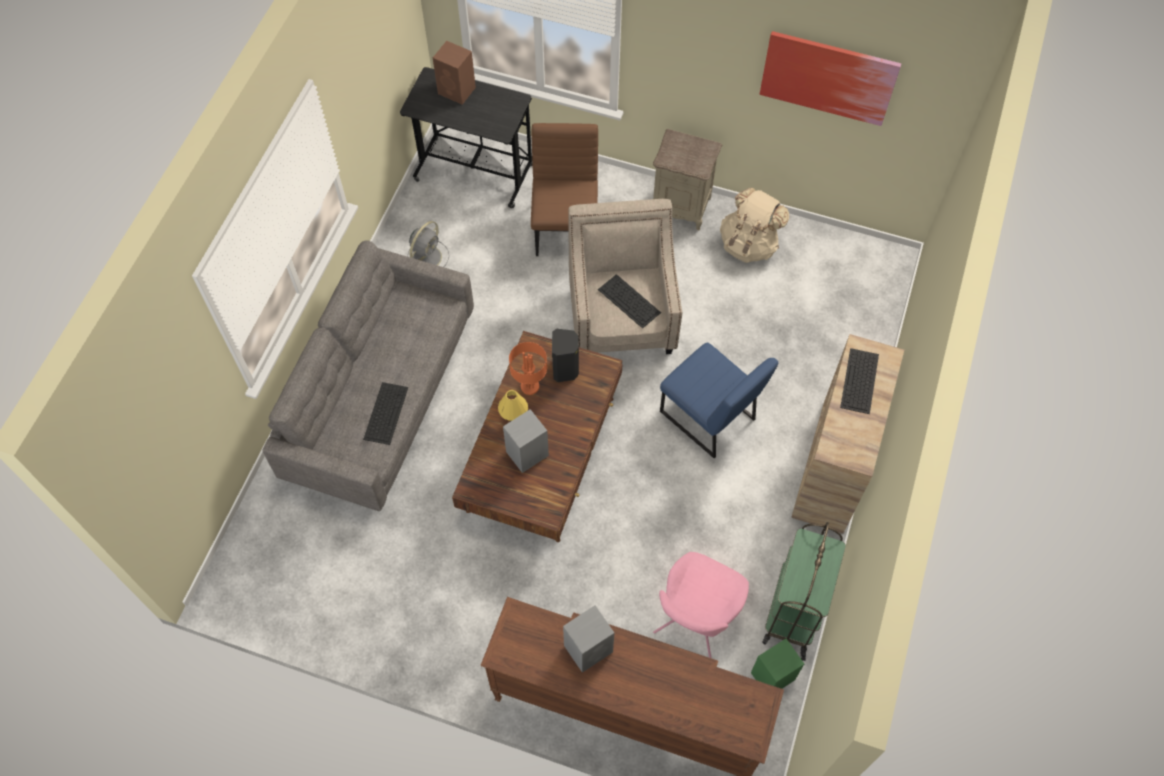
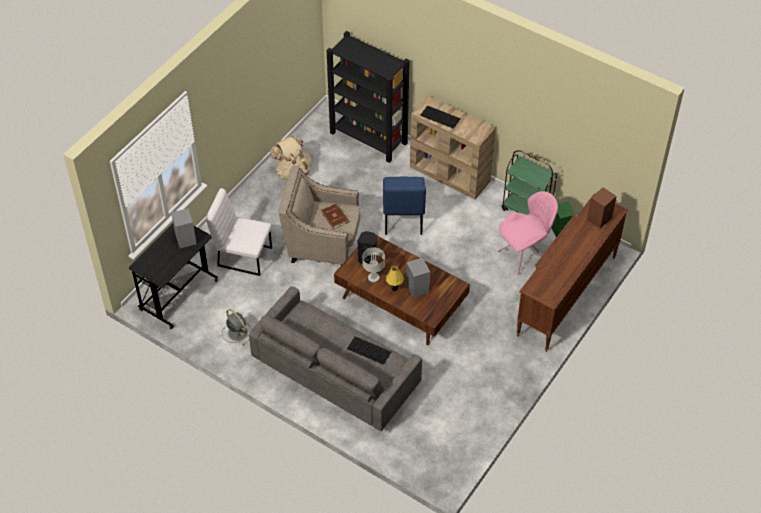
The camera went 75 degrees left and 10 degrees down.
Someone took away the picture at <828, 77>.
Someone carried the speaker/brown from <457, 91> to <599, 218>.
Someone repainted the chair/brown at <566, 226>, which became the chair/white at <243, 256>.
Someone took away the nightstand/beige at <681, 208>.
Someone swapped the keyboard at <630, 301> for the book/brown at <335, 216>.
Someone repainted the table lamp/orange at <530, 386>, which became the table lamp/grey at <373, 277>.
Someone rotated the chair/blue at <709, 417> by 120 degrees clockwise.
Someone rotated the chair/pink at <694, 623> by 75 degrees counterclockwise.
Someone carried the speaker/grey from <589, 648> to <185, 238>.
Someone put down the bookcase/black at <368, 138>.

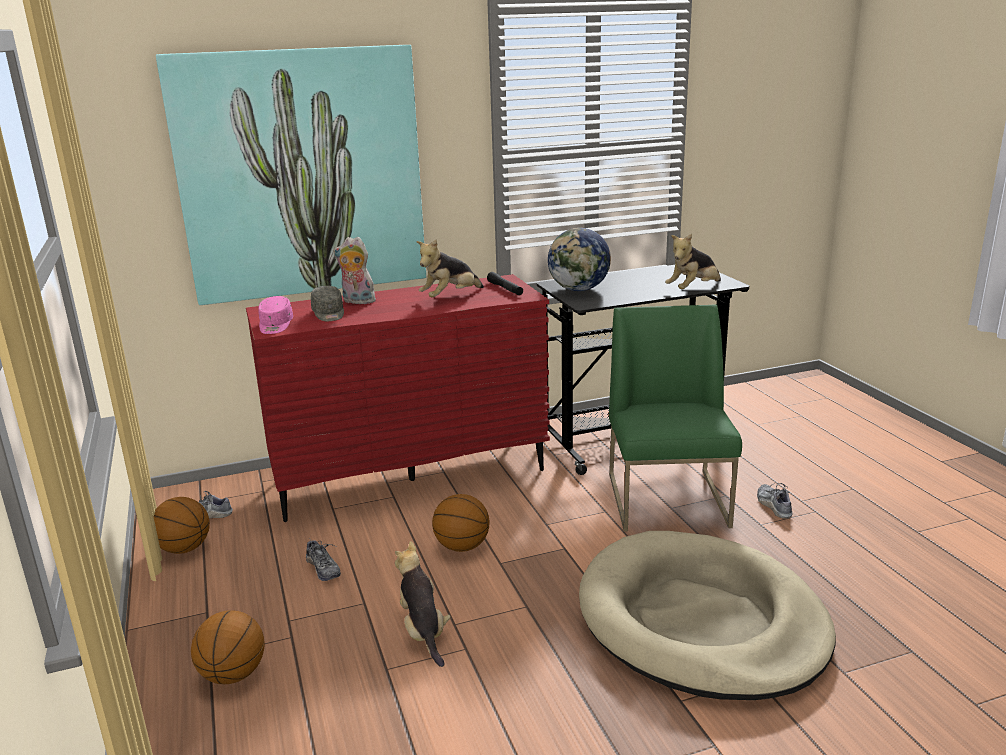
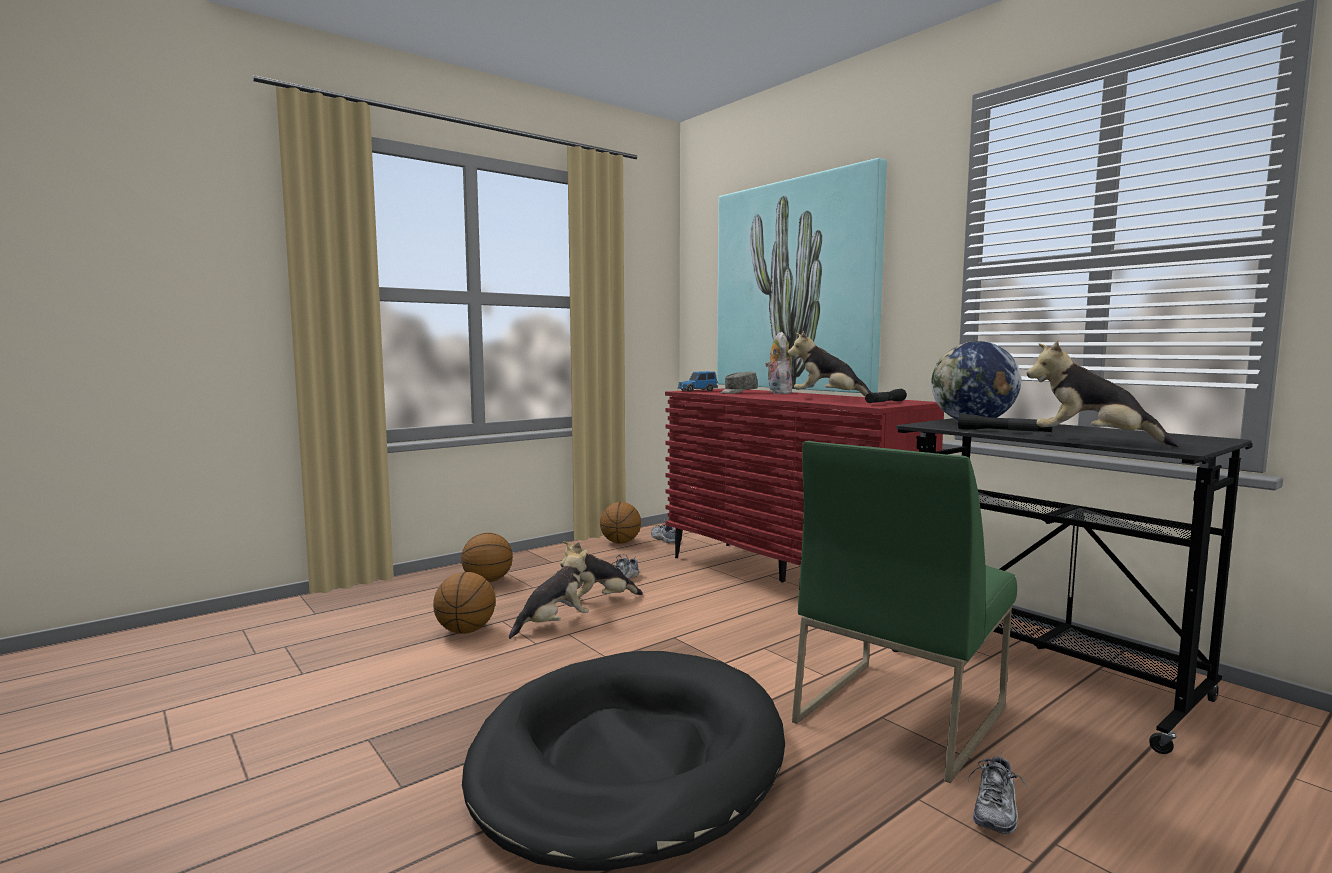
The camera went 70 degrees right and 15 degrees down.
Someone swapped the cap/pink at <275, 325> for the toy car at <697, 391>.
Someone rotated the chair/green at <668, 500> by 150 degrees clockwise.
Someone rotated the shoe at <774, 506> by 150 degrees clockwise.
Someone carried the basketball from <462, 546> to <466, 631>.
Someone repainted the dog bed/beige at <701, 621>, which became the dog bed/black at <629, 760>.
Someone put down the flashlight/black at <1004, 431>.
Someone put down the plush toy at <599, 601>.

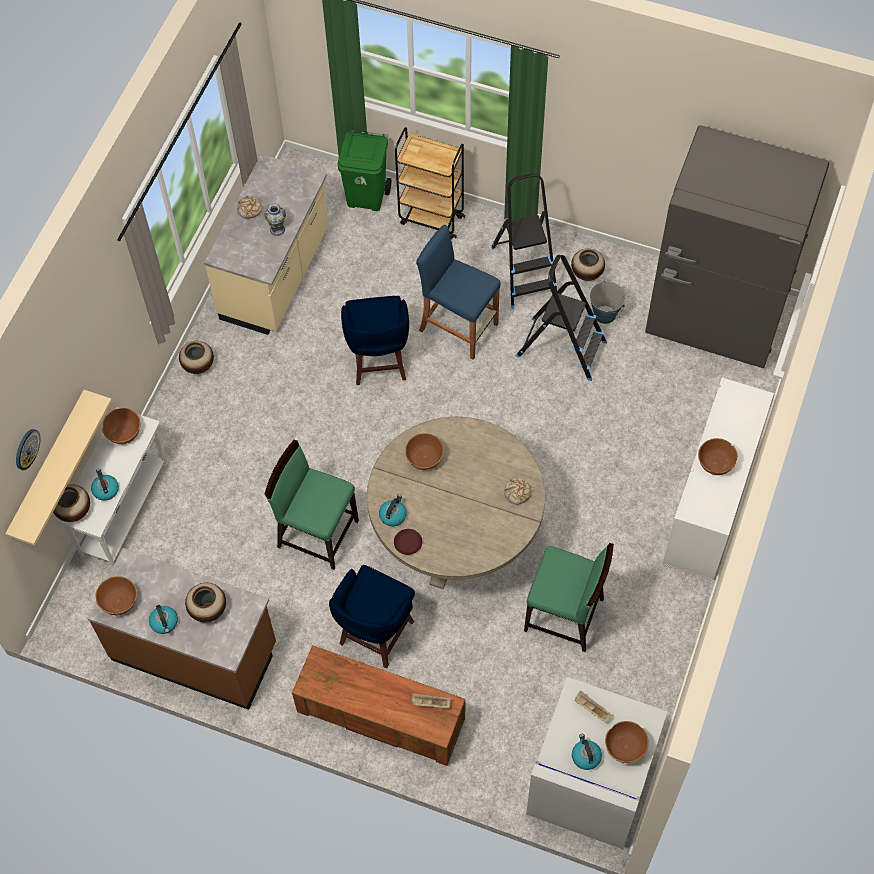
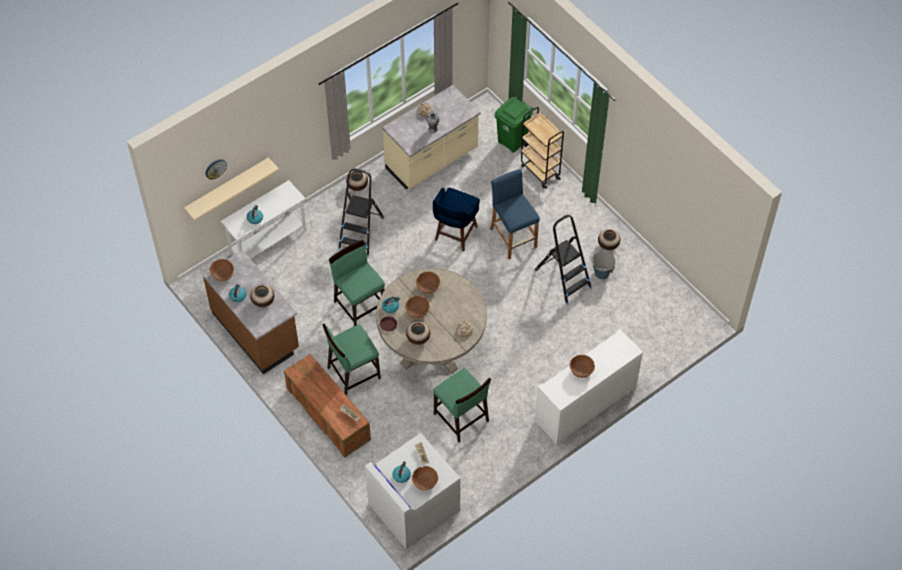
The camera went 30 degrees right and 5 degrees down.
Someone took away the fridge/grey at <715, 317>.
Someone carried the step ladder/black from <524, 272> to <361, 233>.
Someone carried the bowl/brown from <124, 433> to <417, 312>.
Someone carried the vase from <74, 511> to <418, 339>.
Someone swapped the stool/blue at <374, 635> for the chair/green at <353, 373>.

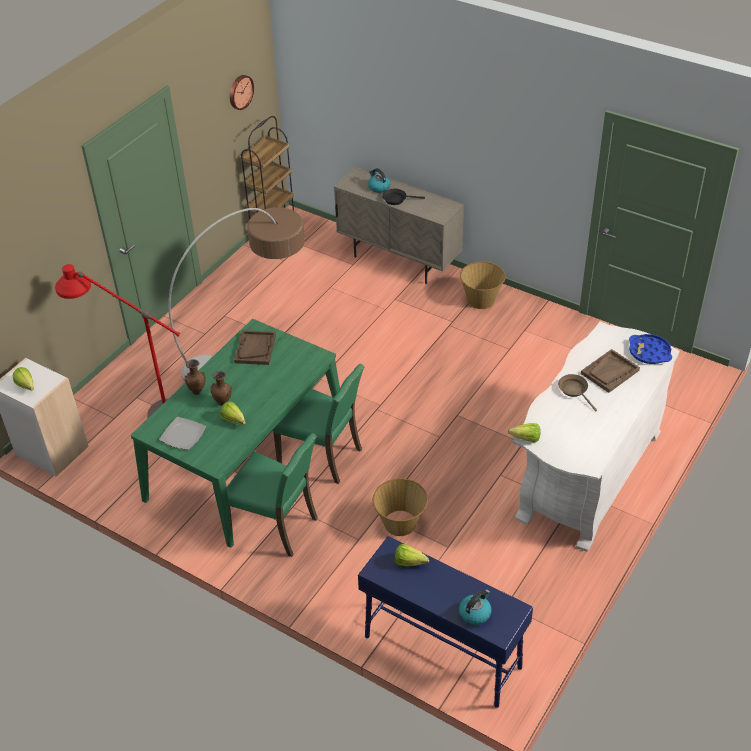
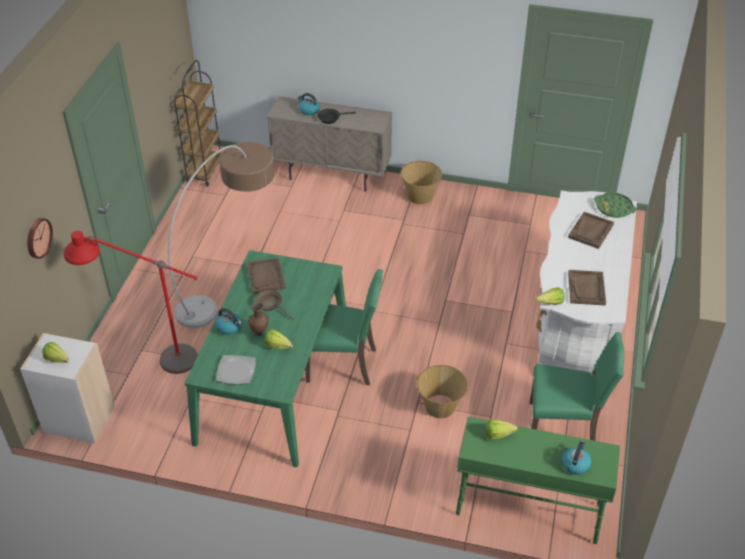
The camera went 20 degrees left and 0 degrees up.
Someone carried the wall clock from <240, 92> to <37, 238>.
Someone repainted the tray/blue at <649, 352>, which became the tray/green at <614, 208>.
Someone swapped the vase/brown at <197, 391> for the kettle at <229, 327>.
Someone carried the frying pan/brown from <574, 390> to <271, 304>.
Someone carried the chair/green from <276, 526> to <564, 428>.
Someone repainted the console table/blue at <442, 651>, which became the console table/green at <528, 508>.
Someone put down the tray/brown at <586, 289>.

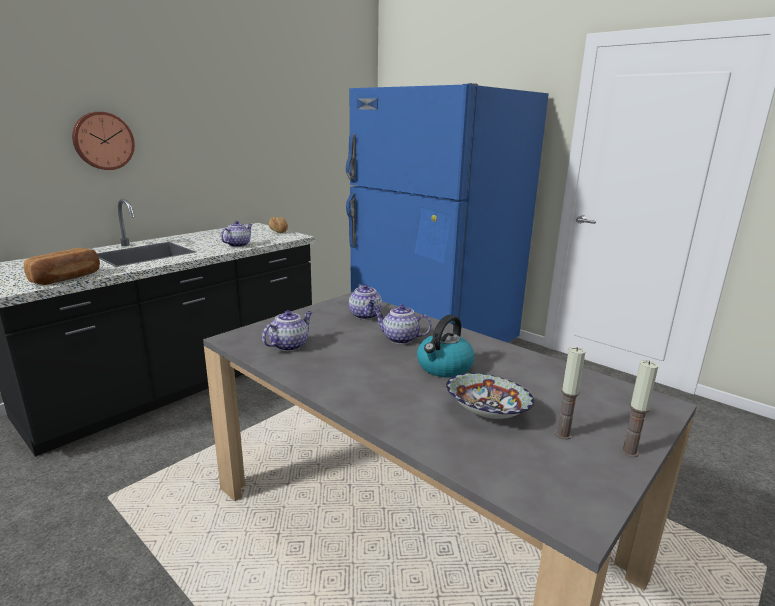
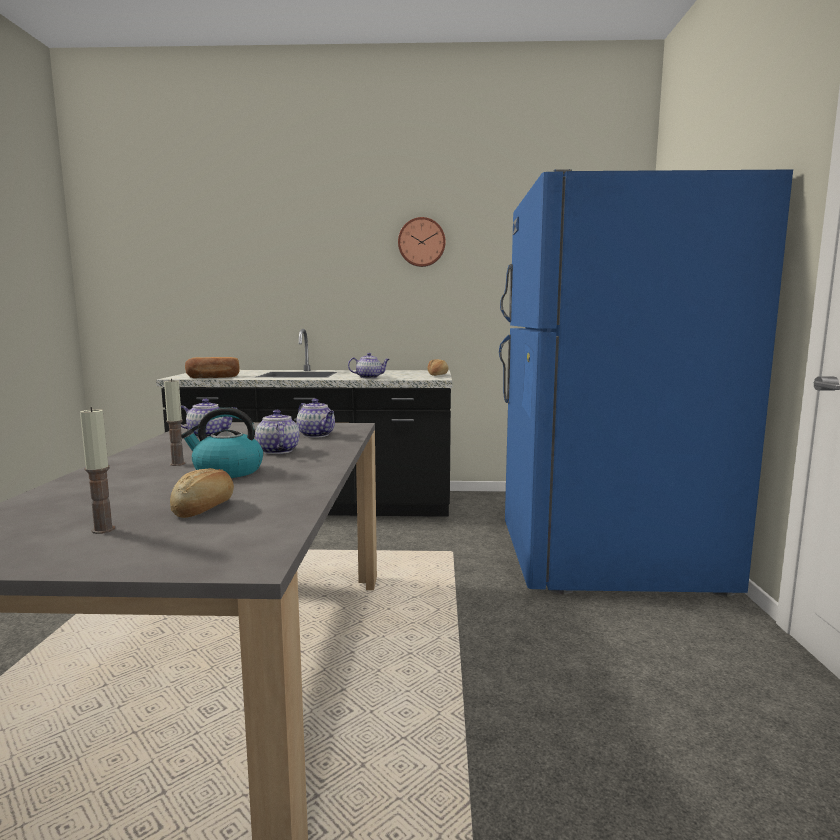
The camera went 50 degrees right and 10 degrees down.
Someone carried the wall clock from <103, 141> to <421, 242>.
Someone rotated the teapot at <366, 315> by 75 degrees counterclockwise.
Someone carried the candle from <629, 452> to <177, 464>.
Someone took away the bowl at <486, 413>.
Someone put down the bread at <205, 508>.

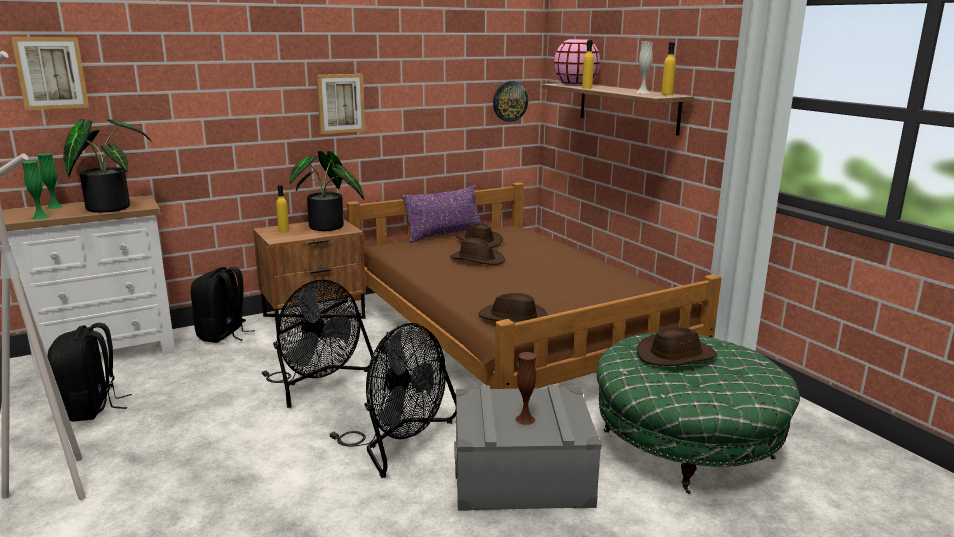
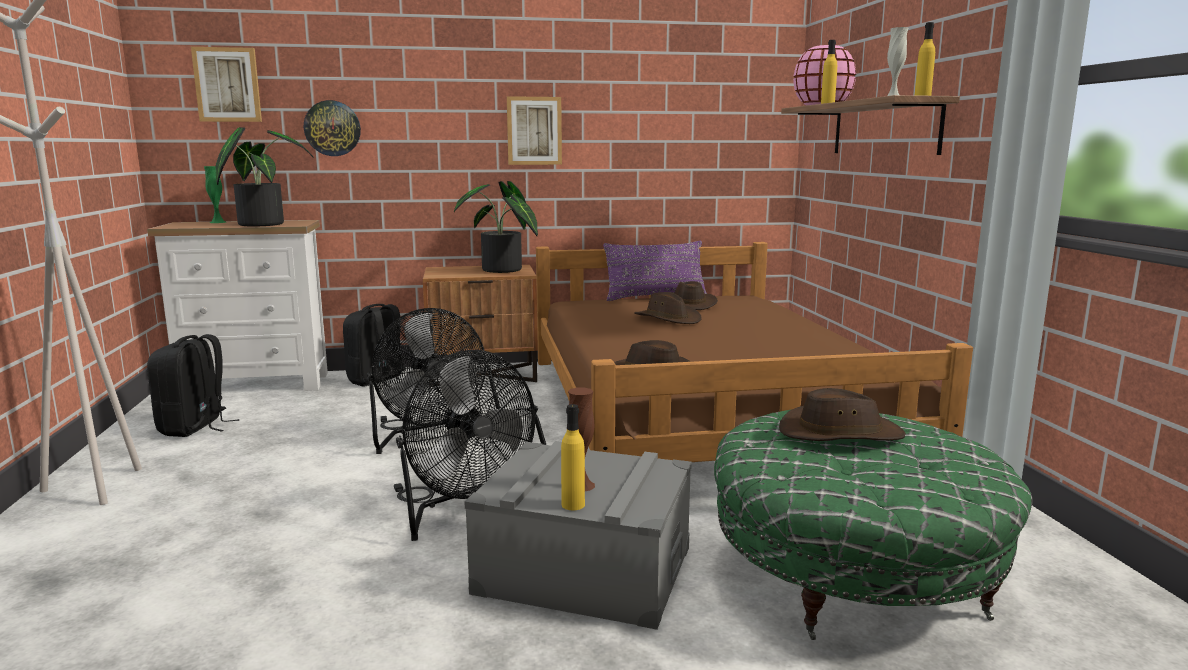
The camera went 20 degrees right and 5 degrees down.
Someone carried the wall clock from <510, 101> to <332, 128>.
Someone took away the vase/green at <40, 217>.
Someone carried the bottle/yellow from <283, 230> to <573, 505>.

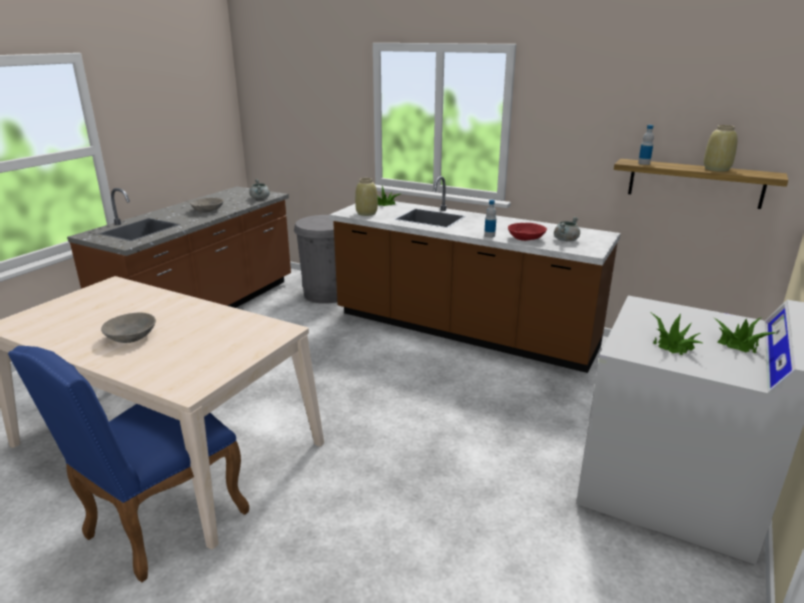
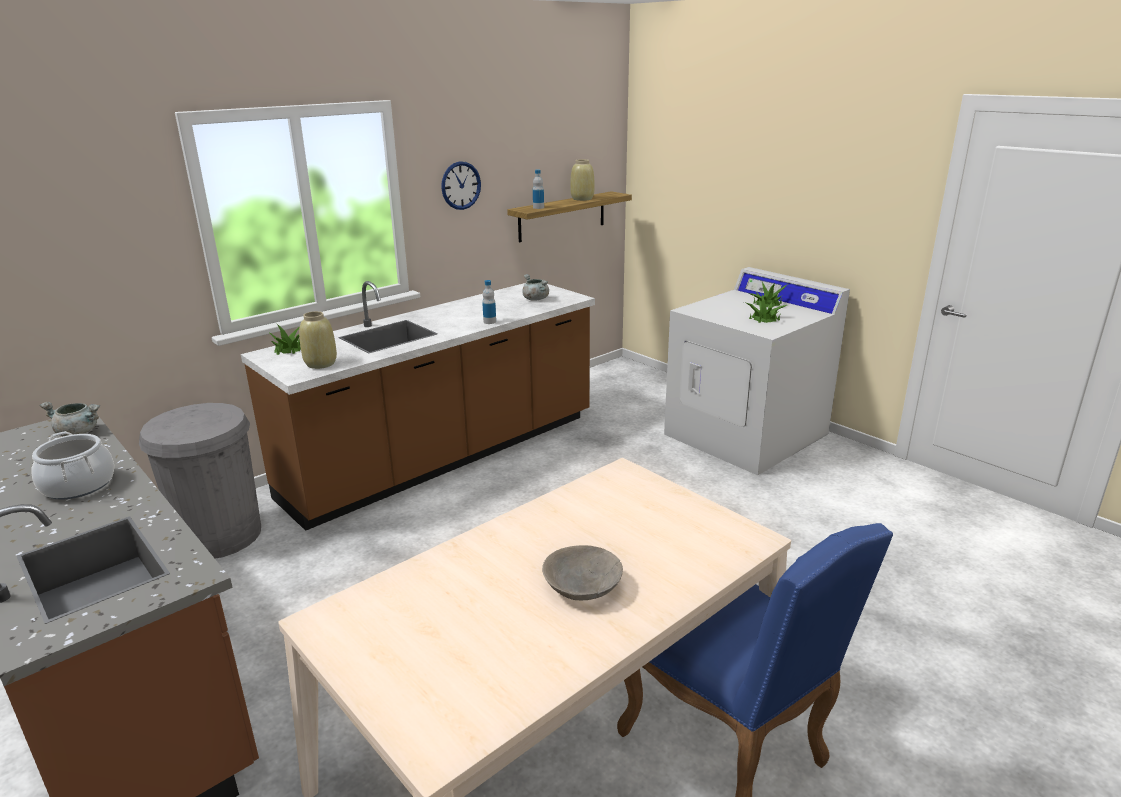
The camera went 70 degrees left and 0 degrees up.
Someone swapped the bowl/grey at <208, 210> for the cooking pot at <78, 485>.
Someone took away the bowl/red at <526, 238>.
Someone put up the wall clock at <461, 185>.

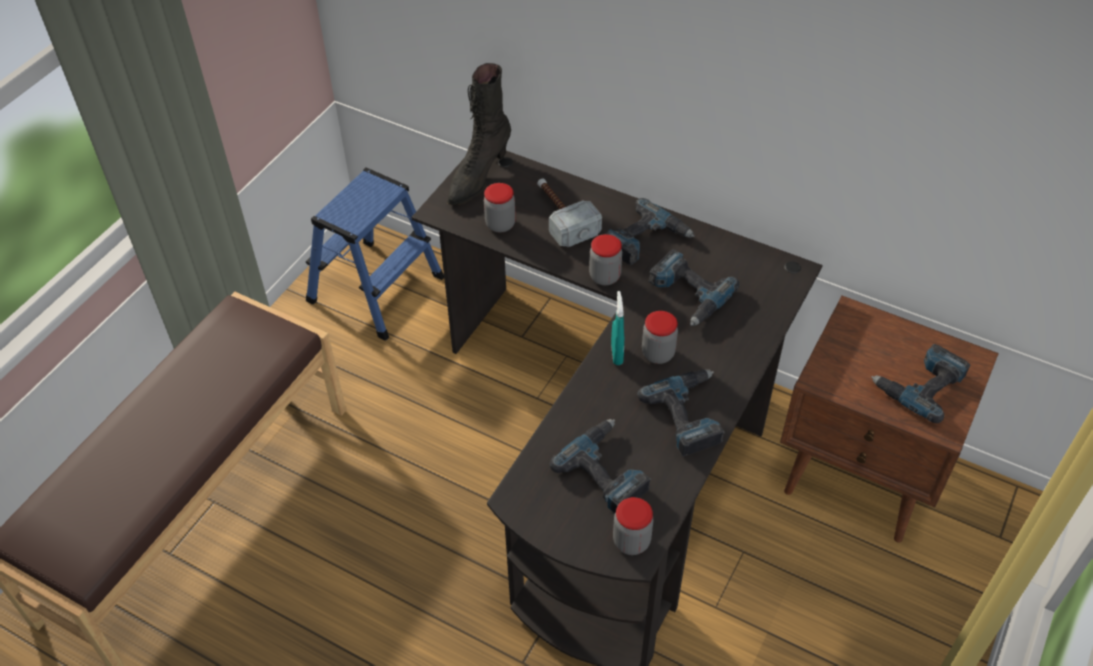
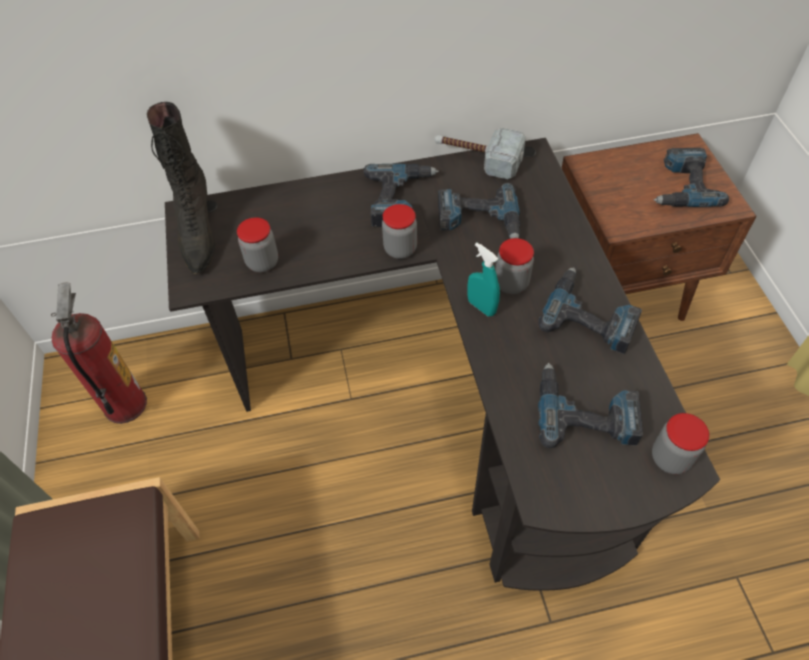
The camera went 40 degrees left and 5 degrees up.
Someone swapped the step ladder/blue at <376, 288> for the fire extinguisher at <124, 404>.
Someone carried the hammer from <561, 217> to <477, 158>.

